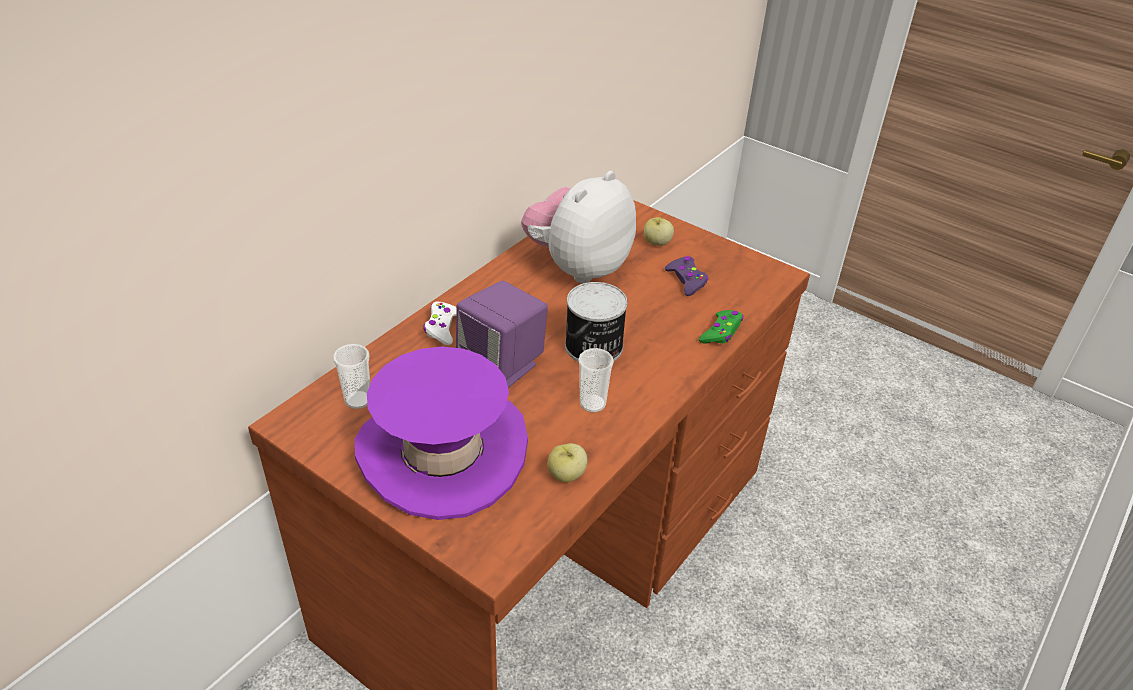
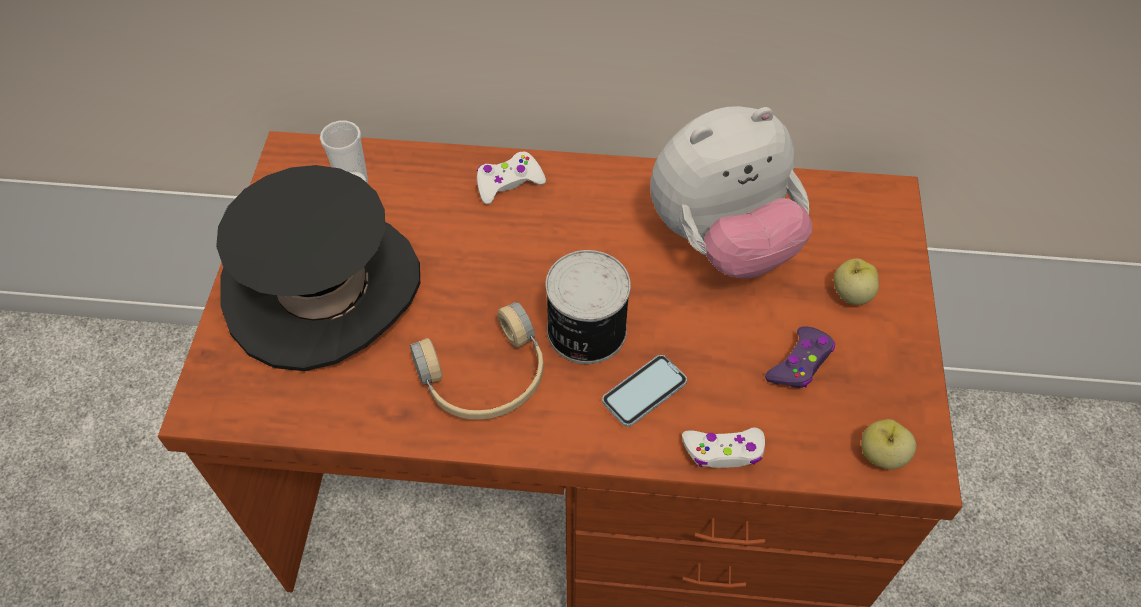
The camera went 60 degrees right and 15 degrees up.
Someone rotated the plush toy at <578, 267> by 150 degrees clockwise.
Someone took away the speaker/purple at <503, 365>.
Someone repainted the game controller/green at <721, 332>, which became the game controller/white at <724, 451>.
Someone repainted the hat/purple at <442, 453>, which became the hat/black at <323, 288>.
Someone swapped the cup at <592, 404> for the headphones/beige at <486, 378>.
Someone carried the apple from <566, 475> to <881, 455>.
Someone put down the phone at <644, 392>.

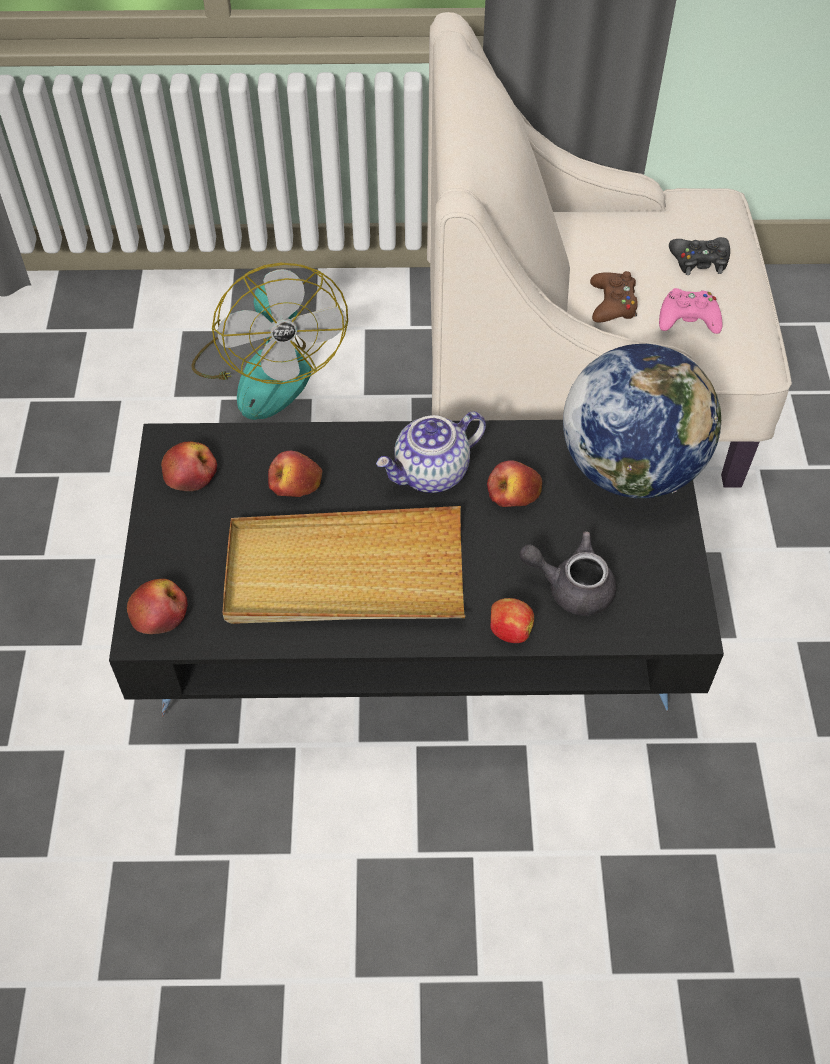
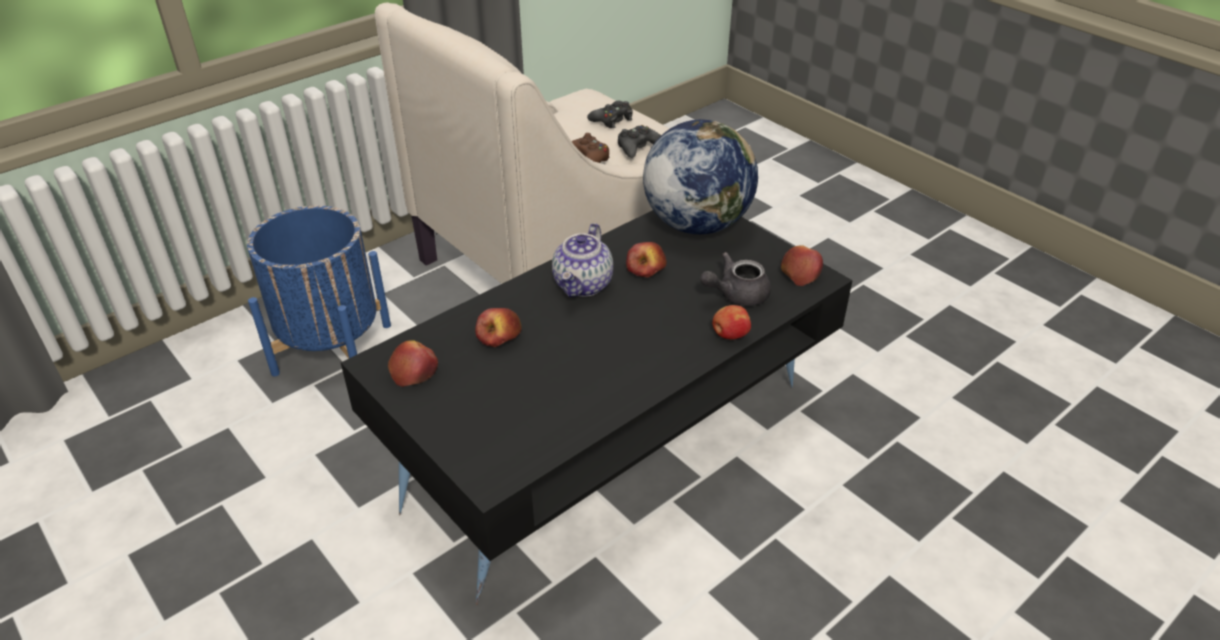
The camera went 40 degrees left and 15 degrees down.
Someone swapped the fan at <268, 368> for the planter/blue at <332, 349>.
Someone repainted the game controller/pink at <688, 319>, which became the game controller/black at <638, 147>.
Someone took away the tray/beige at <344, 573>.
Someone carried the apple from <160, 612> to <800, 273>.

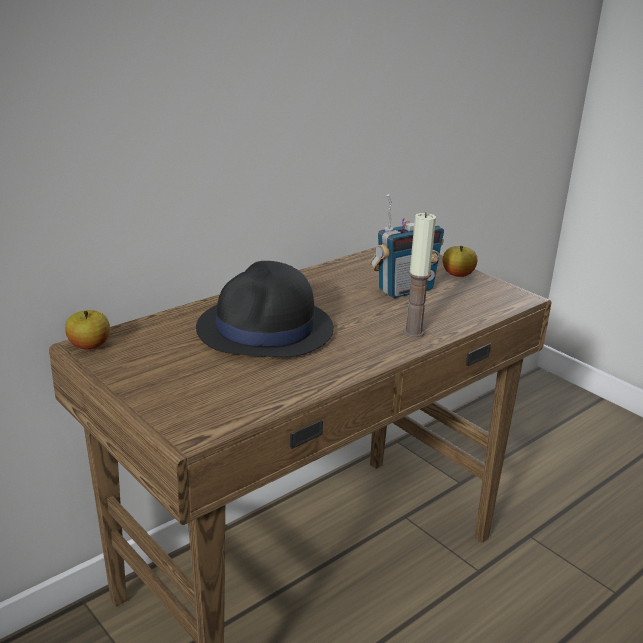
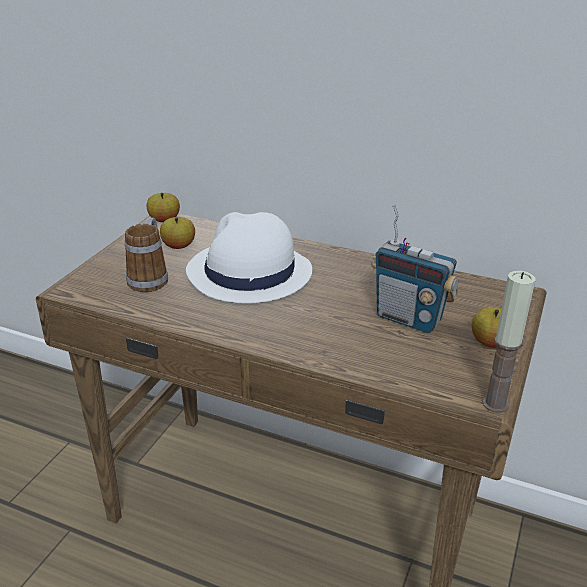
The camera went 65 degrees right and 5 degrees up.
Someone carried the candle from <413, 332> to <495, 404>.
Someone repainted the hat/black at <265, 330>, which became the hat/white at <248, 273>.
Someone put down the apple at <178, 246>.
Someone put down the mug at <150, 277>.

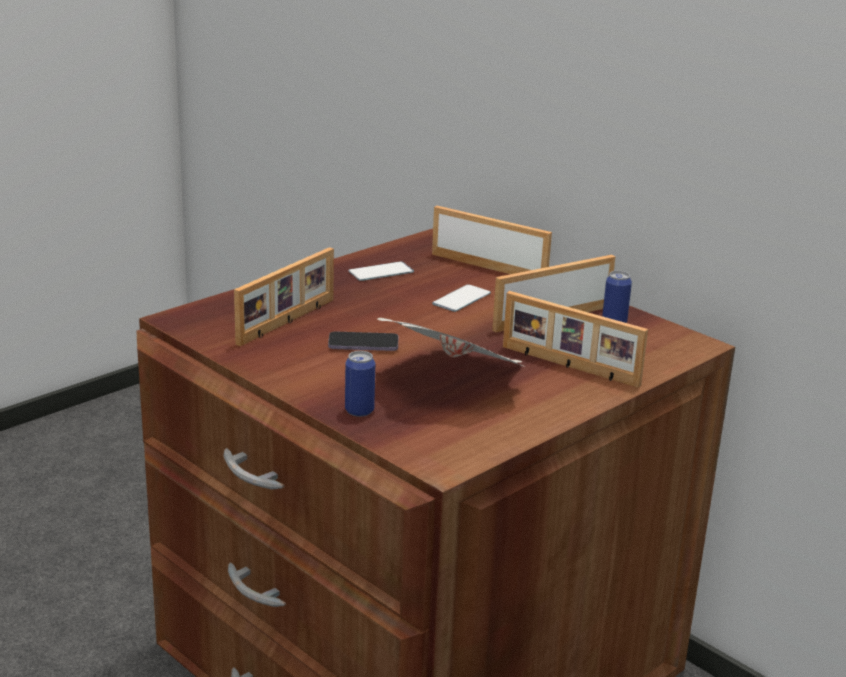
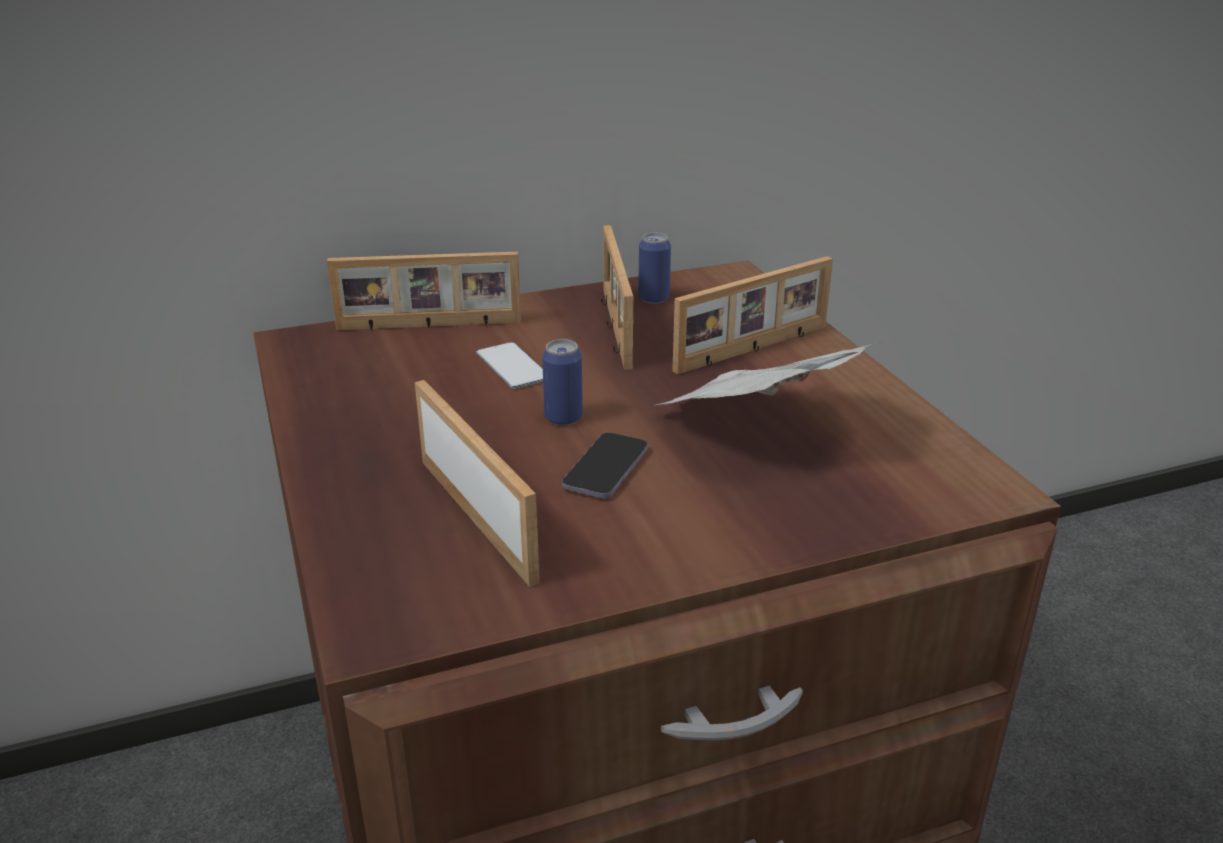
The camera went 65 degrees left and 5 degrees up.
Someone rotated the picture frame at <489, 267> by 150 degrees counterclockwise.
Someone took away the phone at <381, 272>.
Someone carried the can from <359, 411> to <563, 417>.

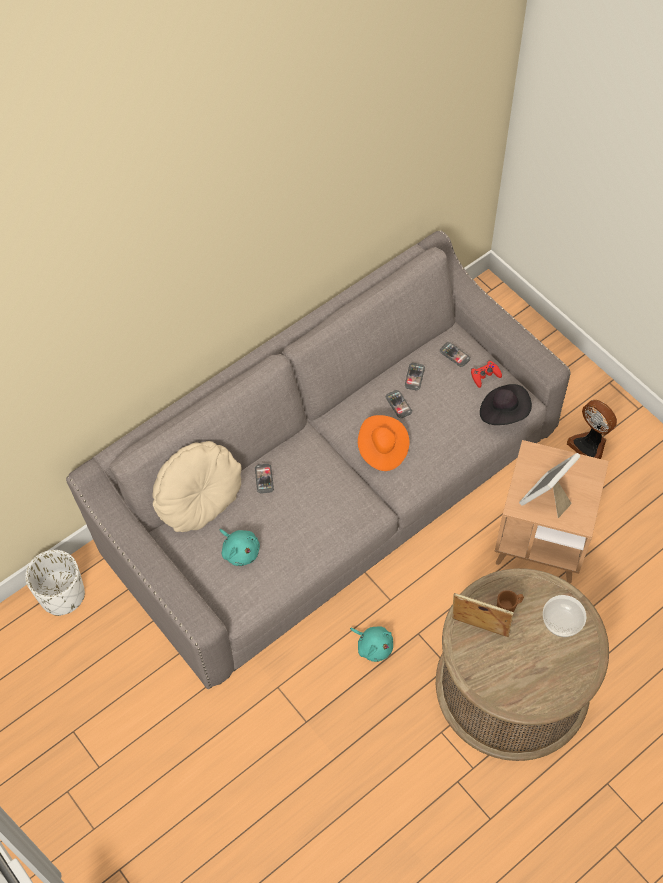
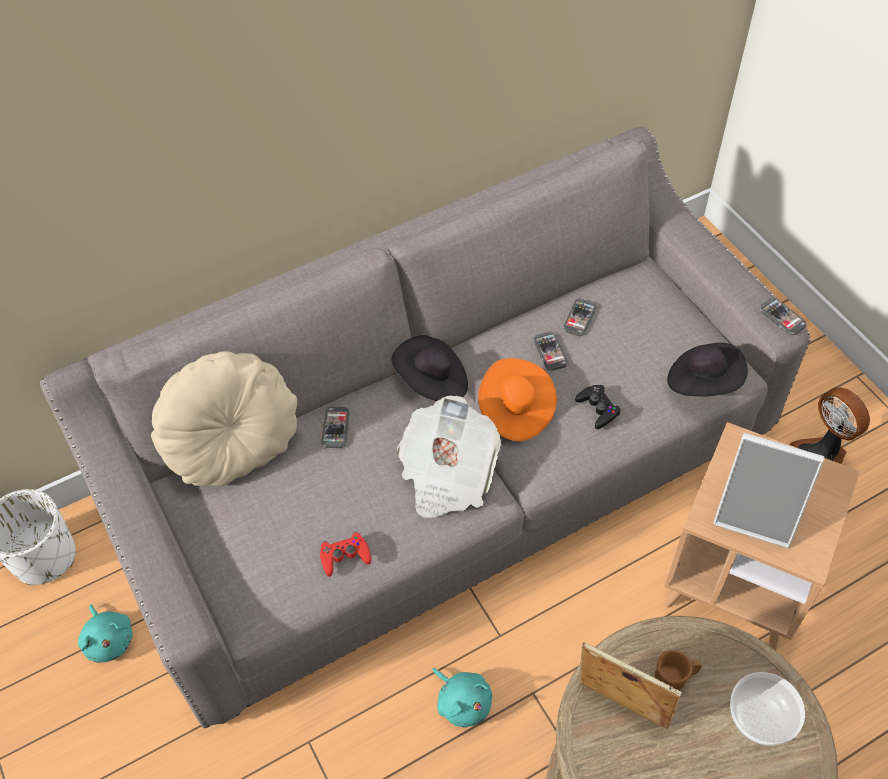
The camera went 10 degrees right and 5 degrees down.
Someone carried the phone from <454, 355> to <782, 317>.
Someone carried the game controller/red from <485, 375> to <345, 556>.
Someone rotated the picture frame at <547, 498> by 120 degrees counterclockwise.
Someone carried the plush toy/turquoise from <240, 551> to <109, 640>.
Someone put down the hat/black at <432, 382>.
Someone put down the game controller/black at <598, 408>.
Someone put down the newspaper at <447, 474>.

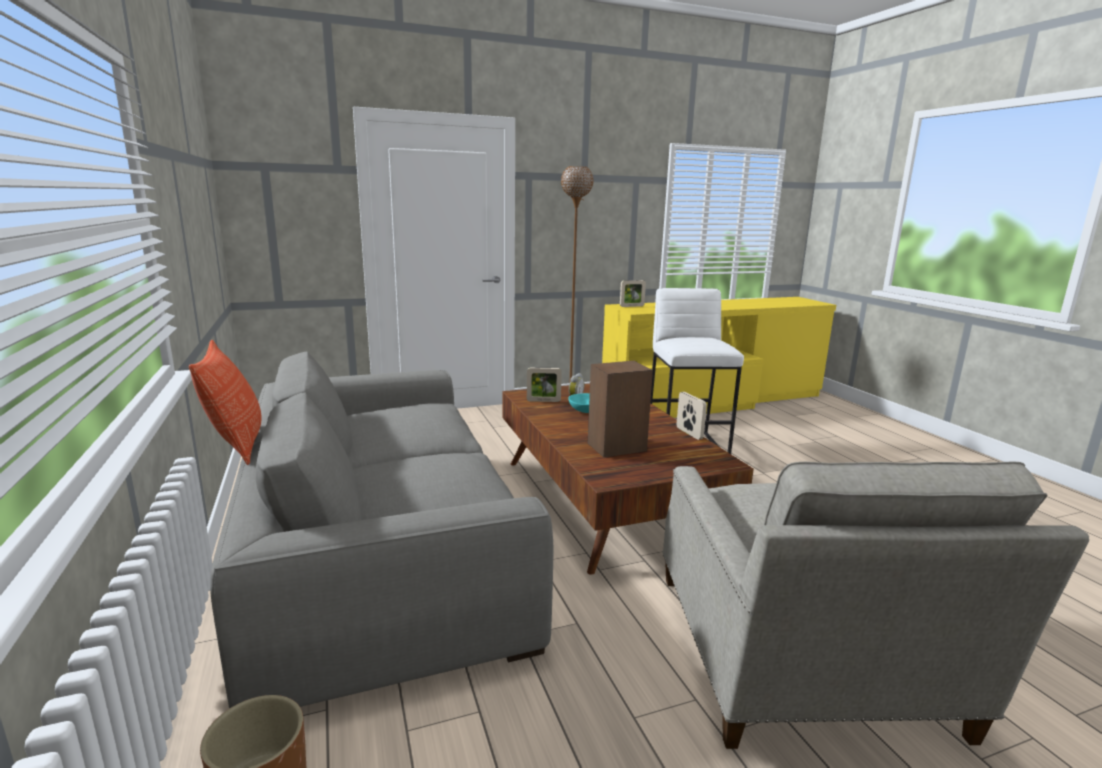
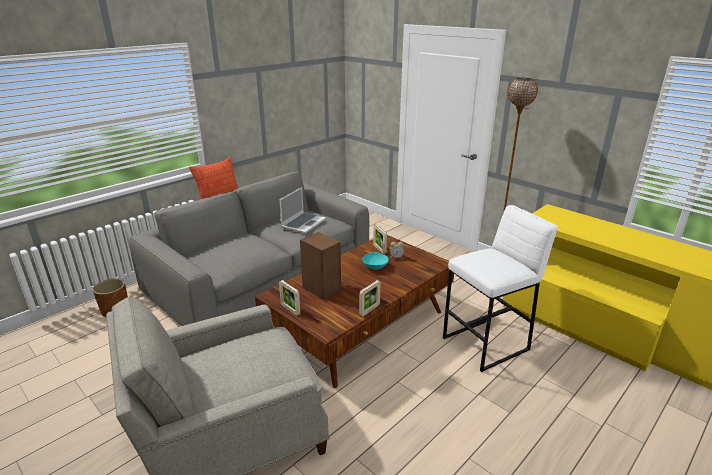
The camera went 65 degrees right and 10 degrees up.
Someone carried the picture frame from <631, 306> to <290, 309>.
Someone put down the laptop at <303, 223>.

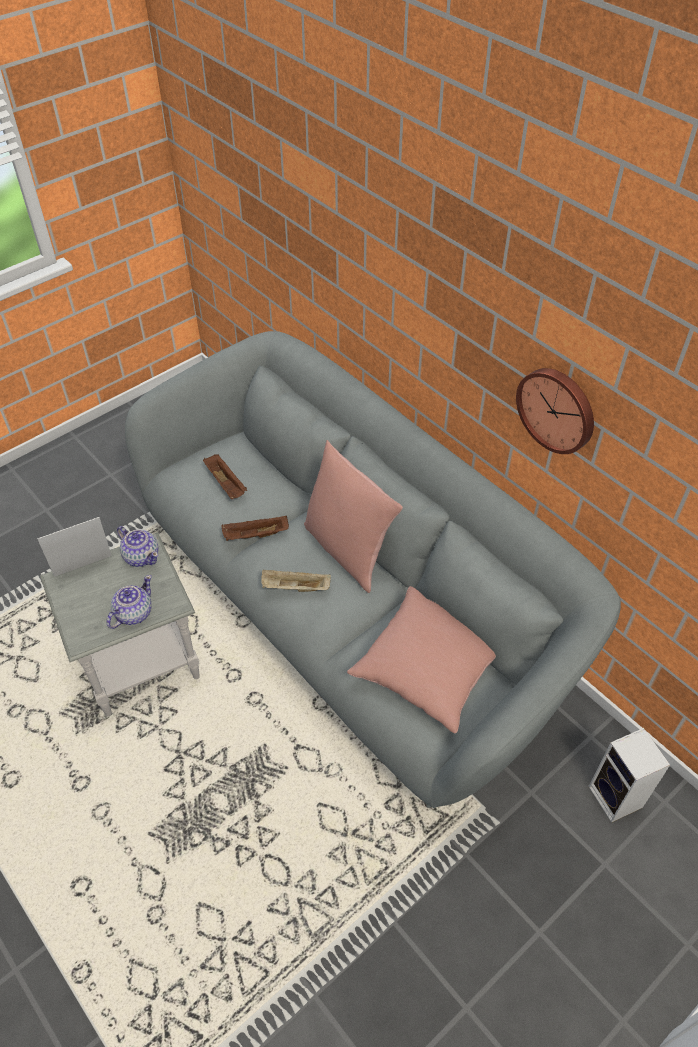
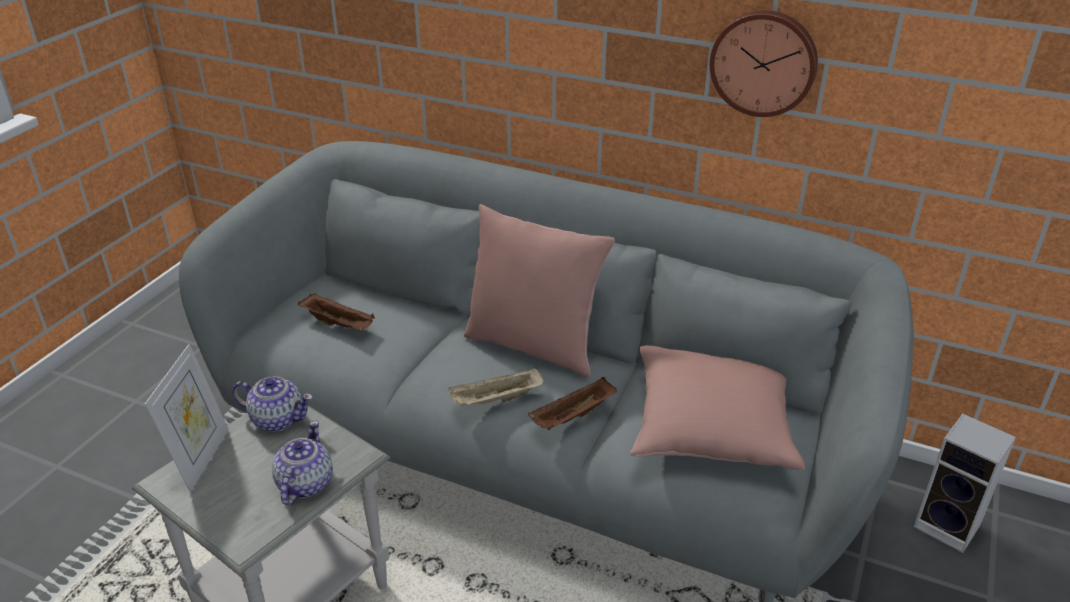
The camera went 25 degrees left and 15 degrees down.
Someone carried the tray/brown from <255, 535> to <573, 417>.
Someone rotated the picture frame at <84, 570> by 150 degrees clockwise.

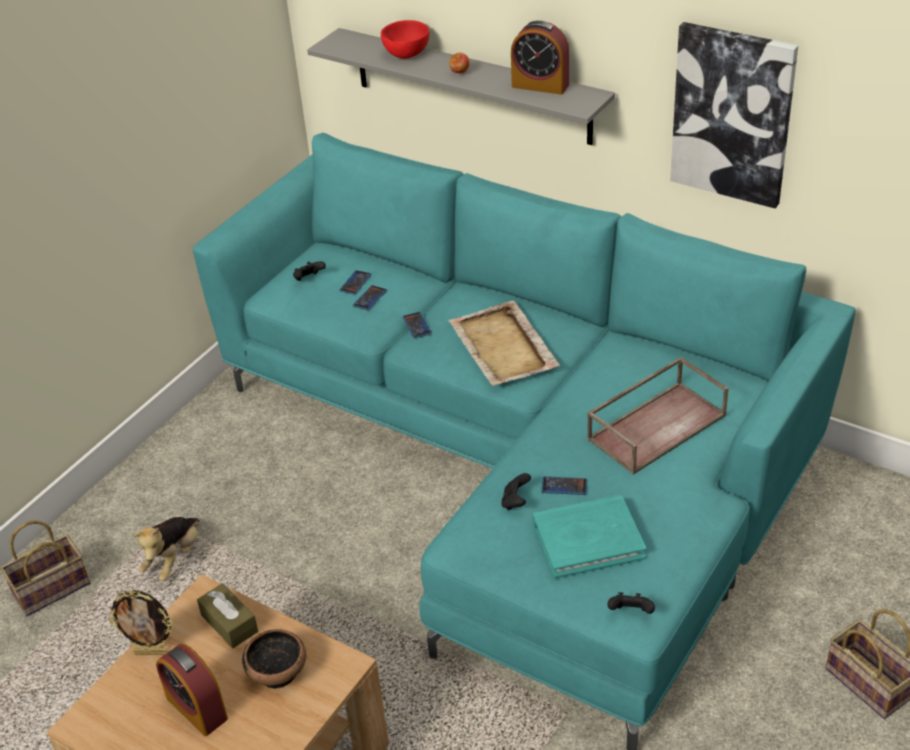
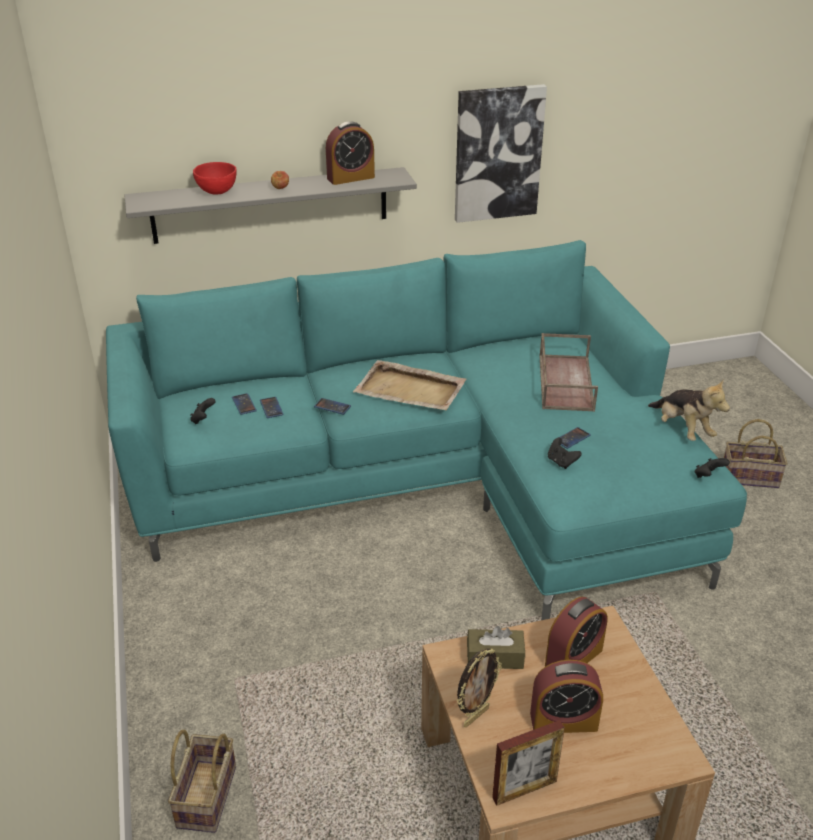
The camera went 50 degrees left and 5 degrees down.
Someone took away the book/turquoise at <587, 539>.
Someone carried the plush toy from <174, 559> to <682, 429>.
Someone swapped the bowl at <278, 672> for the alarm clock at <573, 658>.
Someone put down the picture frame at <524, 789>.

